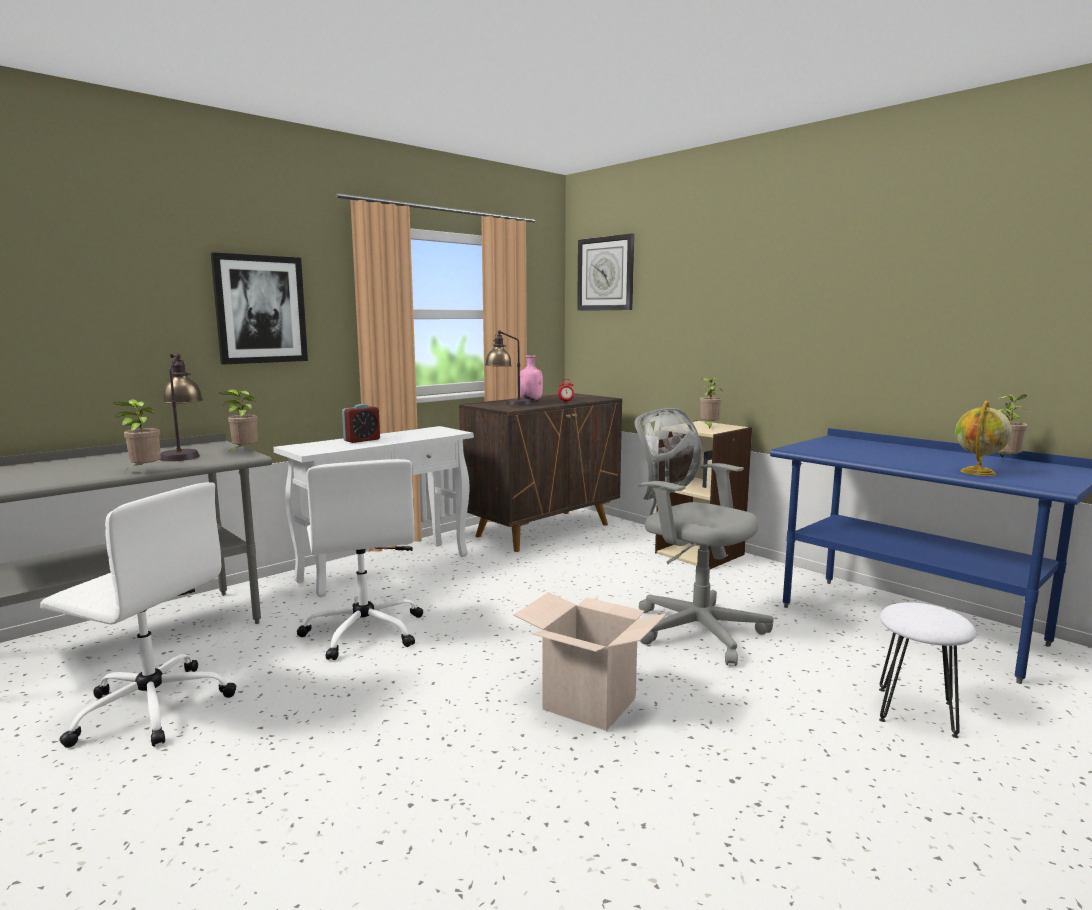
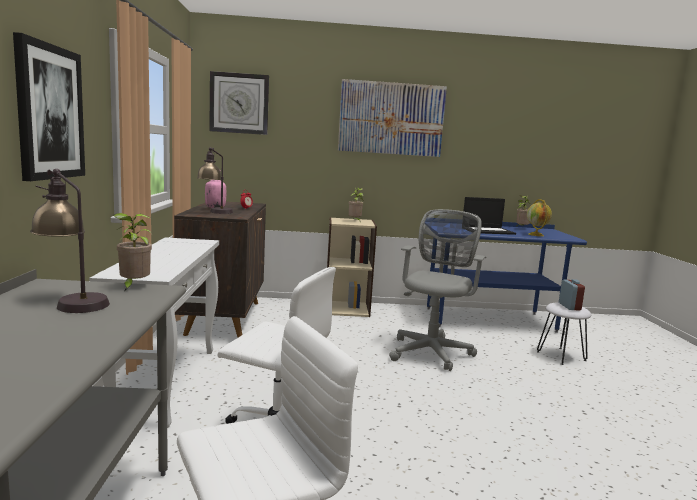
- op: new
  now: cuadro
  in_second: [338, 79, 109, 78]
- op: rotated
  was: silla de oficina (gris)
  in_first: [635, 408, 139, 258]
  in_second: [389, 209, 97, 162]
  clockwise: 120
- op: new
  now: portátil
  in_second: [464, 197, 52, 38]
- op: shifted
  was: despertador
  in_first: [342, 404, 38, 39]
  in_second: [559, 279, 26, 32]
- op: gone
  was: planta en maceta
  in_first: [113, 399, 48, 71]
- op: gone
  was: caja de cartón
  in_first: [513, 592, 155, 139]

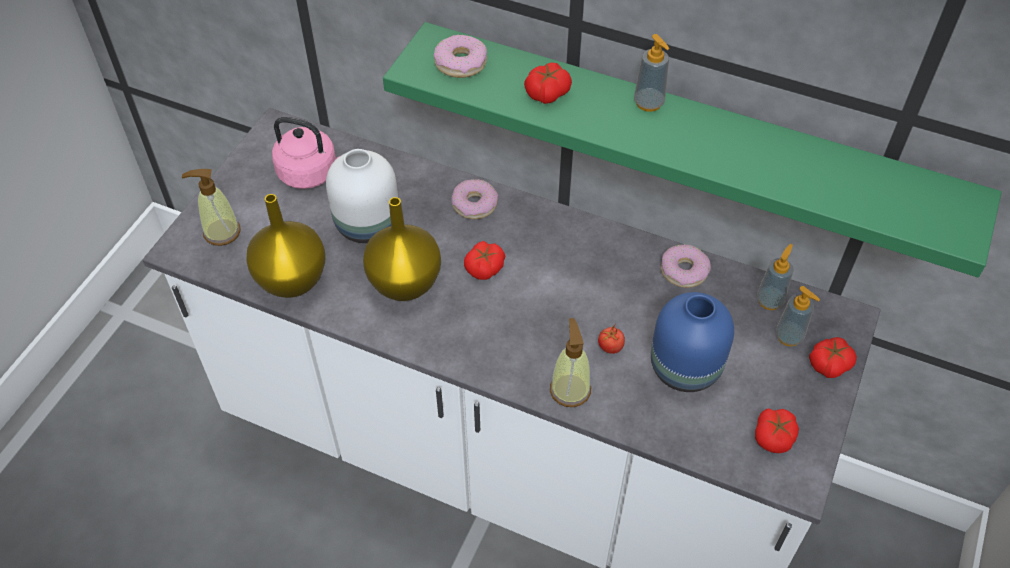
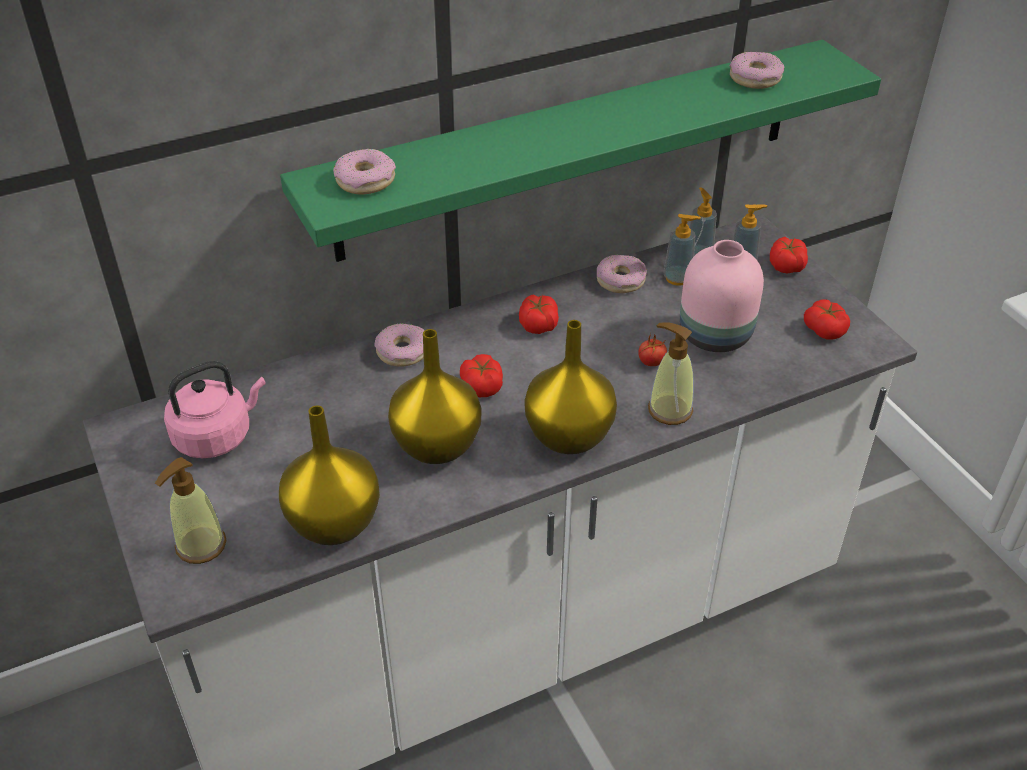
- op: shifted
  was: tomate
  in_first: [524, 63, 48, 41]
  in_second: [519, 295, 40, 39]
- op: new
  now: florero (amarillo)
  in_second: [524, 320, 93, 134]
- op: shifted
  was: dispensador de jabón
  in_first: [634, 34, 35, 78]
  in_second: [663, 214, 38, 72]
- op: repainted
  was: florero (azul)
  now: florero (rosa)
  in_first: [651, 292, 83, 100]
  in_second: [680, 240, 84, 112]
- op: new
  now: rosquilla
  in_second: [730, 52, 54, 37]
- op: gone
  was: florero (blanco)
  in_first: [326, 149, 72, 94]

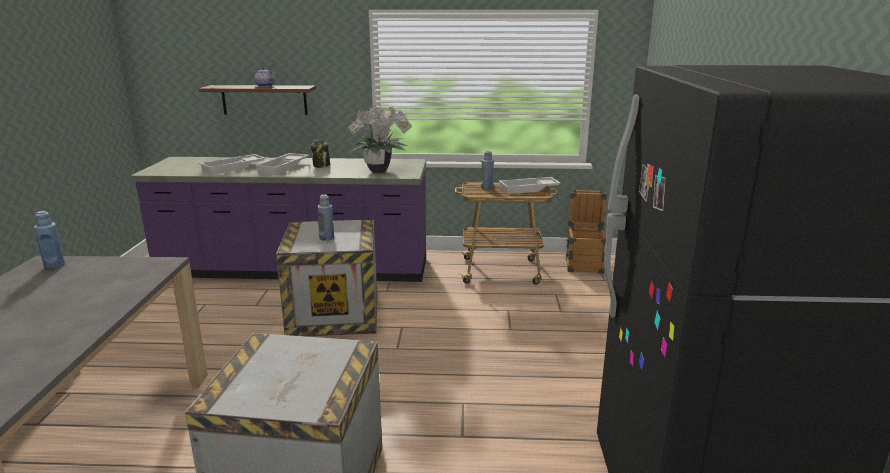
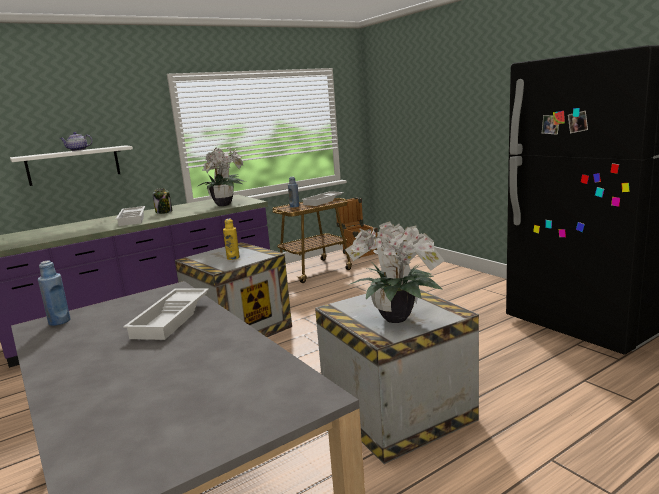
- op: repainted
  was: estante (marrón)
  now: estante (blanco)
  in_first: [198, 85, 118, 30]
  in_second: [10, 145, 123, 41]
- op: shifted
  was: bandeja (blanco)
  in_first: [199, 154, 67, 21]
  in_second: [123, 288, 86, 52]
- op: repainted
  was: botella (azul)
  now: botella (amarillo)
  in_first: [317, 194, 17, 47]
  in_second: [223, 219, 17, 41]
- op: new
  now: planta en maceta
  in_second: [345, 221, 100, 102]

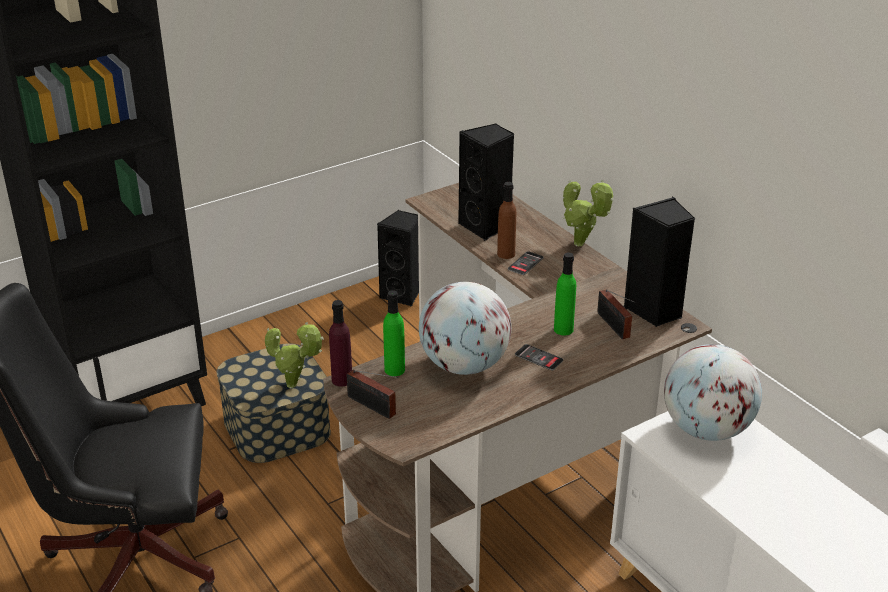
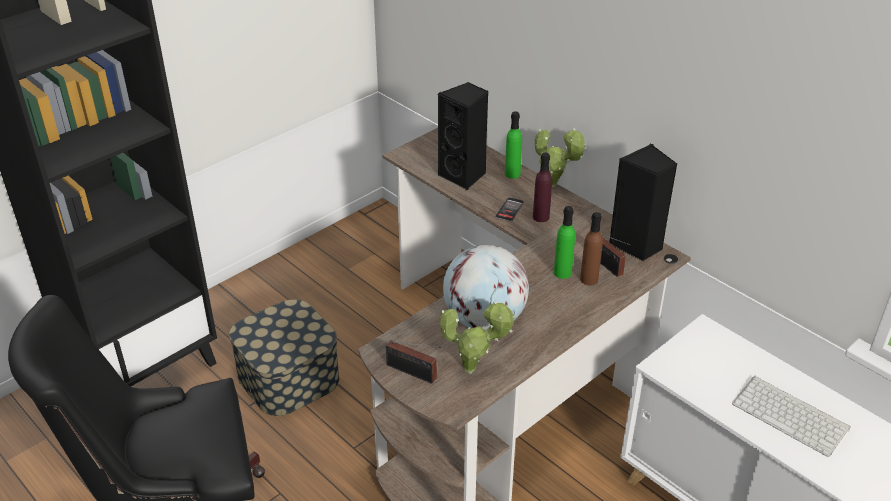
- op: shifted
  was: planta en maceta
  in_first: [265, 322, 58, 67]
  in_second: [440, 301, 76, 73]
- op: shifted
  was: botella (verde)
  in_first: [383, 290, 22, 86]
  in_second: [505, 111, 17, 68]
- op: shifted
  was: botella (morado)
  in_first: [329, 300, 23, 87]
  in_second: [533, 152, 19, 70]
- op: shifted
  was: botella (marrón)
  in_first: [497, 182, 19, 77]
  in_second: [580, 212, 23, 74]
- op: new
  now: teclado
  in_second: [732, 376, 119, 81]
- op: gone
  was: altavoz (negro)
  in_first: [377, 210, 42, 97]
- op: gone
  was: móvil
  in_first: [515, 344, 48, 26]
- op: gone
  was: globo terráqueo
  in_first: [664, 344, 98, 97]

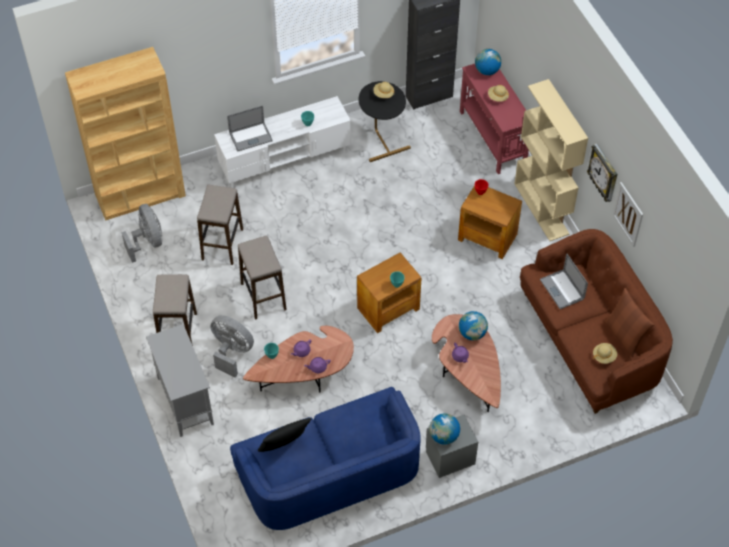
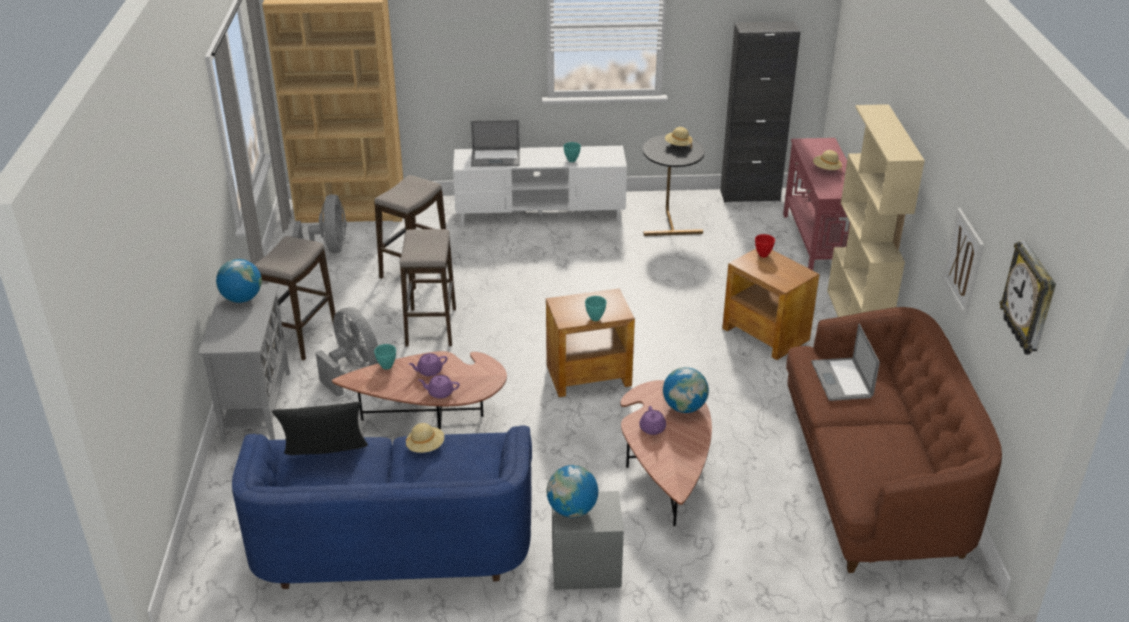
- op: shifted
  was: globo terráqueo
  in_first: [475, 49, 26, 26]
  in_second: [216, 259, 46, 44]
- op: shifted
  was: sombrero (beis)
  in_first: [593, 343, 24, 21]
  in_second: [406, 423, 38, 30]
- op: shifted
  was: reloj de pared
  in_first: [587, 143, 30, 59]
  in_second: [999, 240, 57, 115]
- op: gone
  was: cojín (marrón)
  in_first: [604, 288, 51, 69]

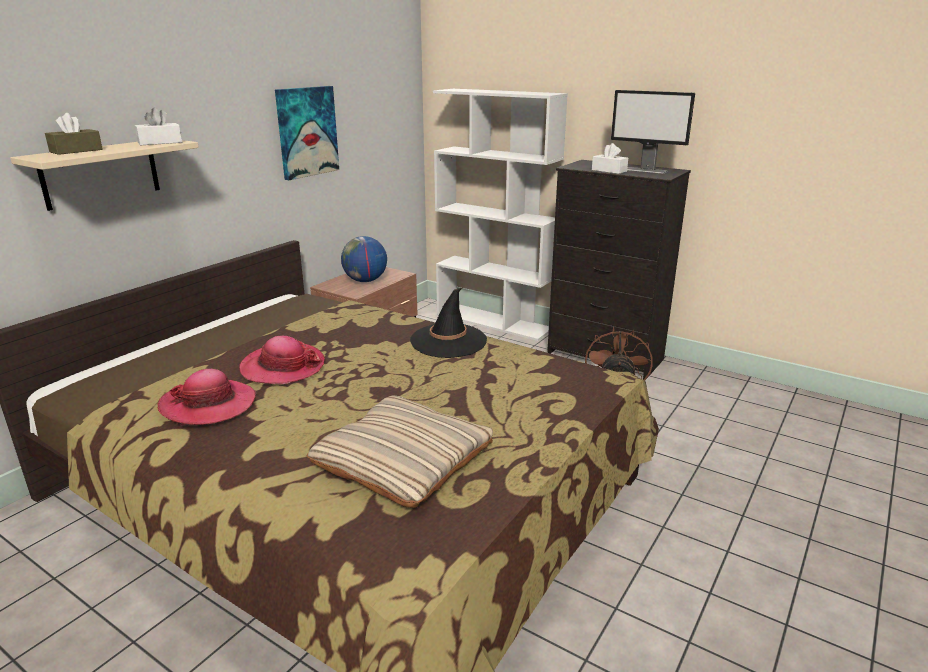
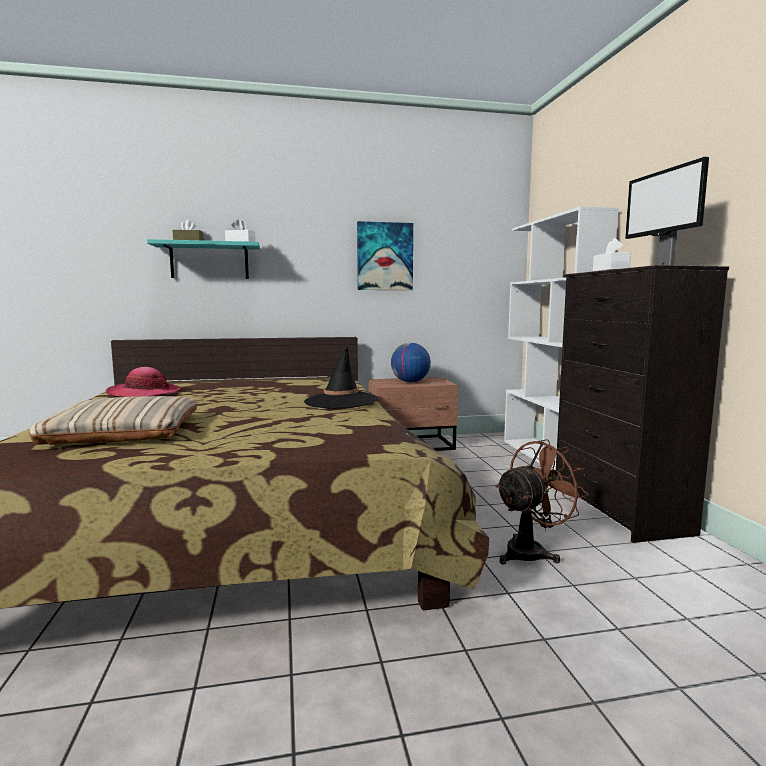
- op: repainted
  was: estante (beis)
  now: estante (turquesa)
  in_first: [10, 140, 189, 71]
  in_second: [147, 239, 113, 40]
- op: gone
  was: sombrero
  in_first: [239, 336, 86, 49]

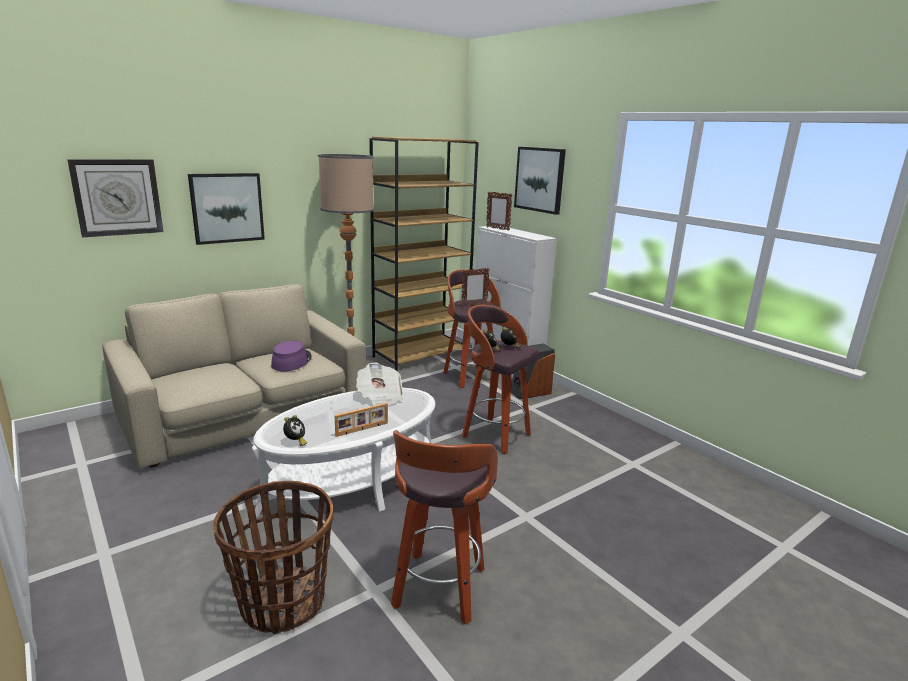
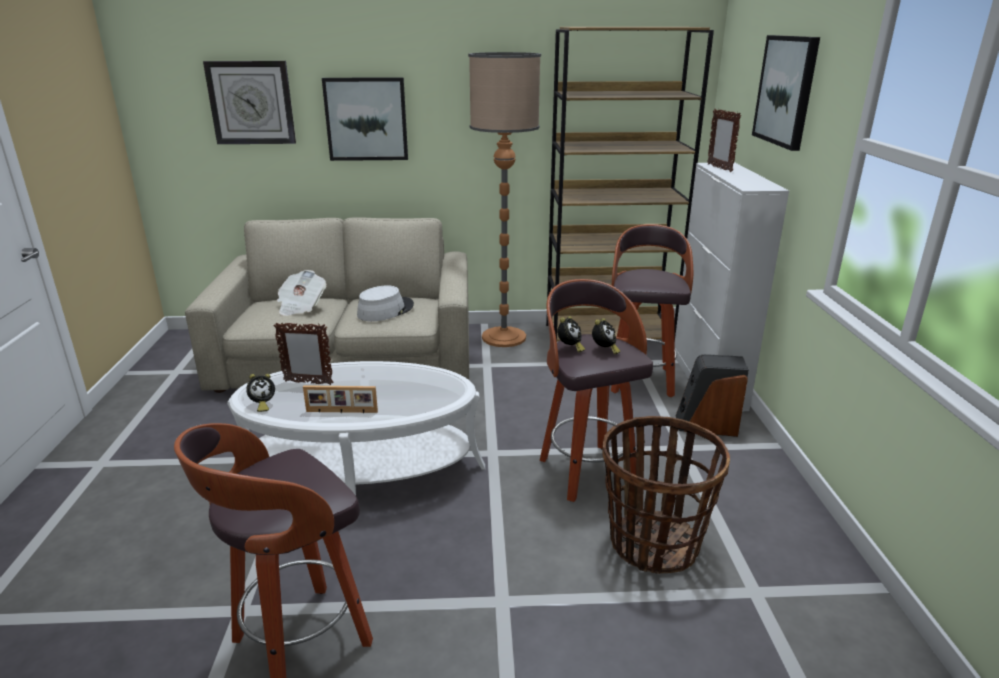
- op: shifted
  was: portarretratos
  in_first: [461, 268, 29, 38]
  in_second: [273, 322, 60, 63]
- op: shifted
  was: periódico
  in_first: [356, 363, 47, 43]
  in_second: [277, 270, 49, 46]
- op: repainted
  was: sombrero (morado)
  now: sombrero (gris)
  in_first: [271, 341, 41, 30]
  in_second: [357, 285, 57, 36]
- op: shifted
  was: cesta
  in_first: [213, 481, 121, 153]
  in_second: [602, 416, 128, 158]

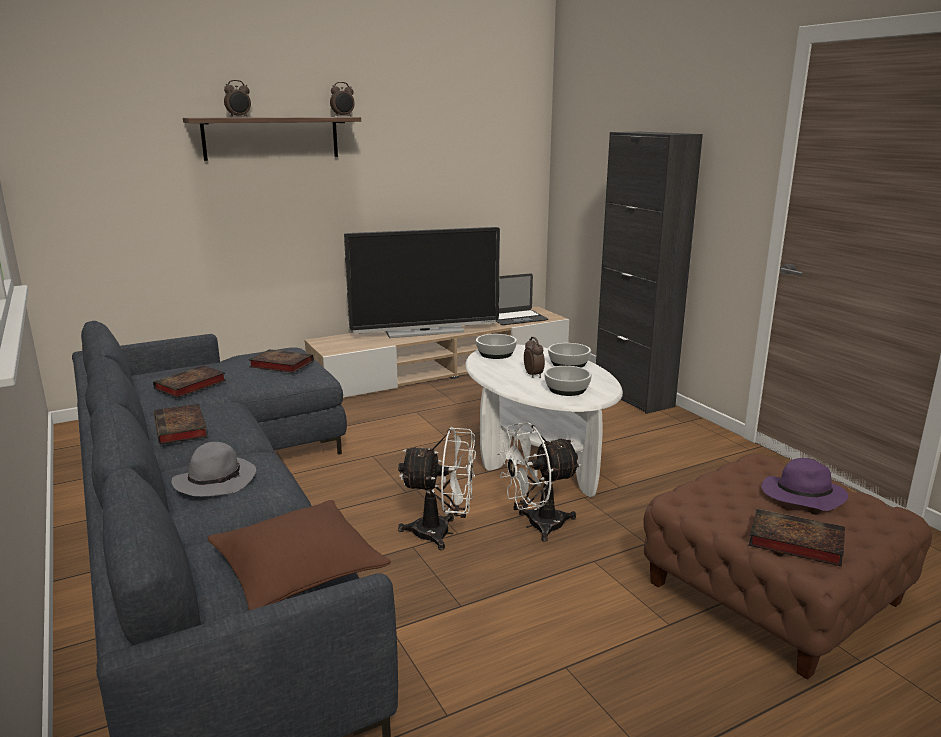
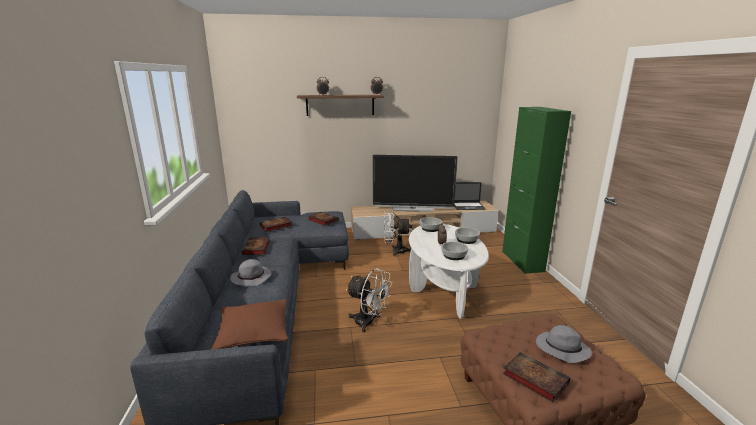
- op: shifted
  was: ventilador (blanco)
  in_first: [496, 422, 85, 120]
  in_second: [384, 210, 28, 46]
- op: repainted
  was: armario (negro)
  now: armario (verde)
  in_first: [596, 132, 107, 282]
  in_second: [502, 107, 69, 167]
- op: repainted
  was: sombrero (morado)
  now: sombrero (gris)
  in_first: [761, 458, 88, 53]
  in_second: [536, 325, 56, 38]

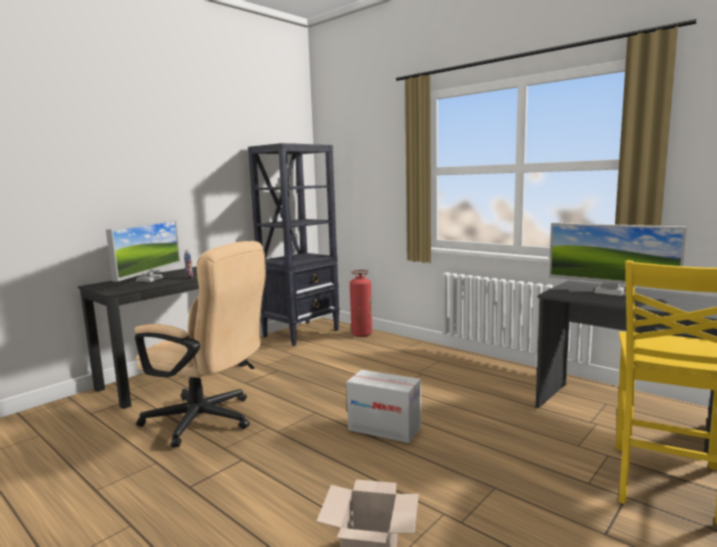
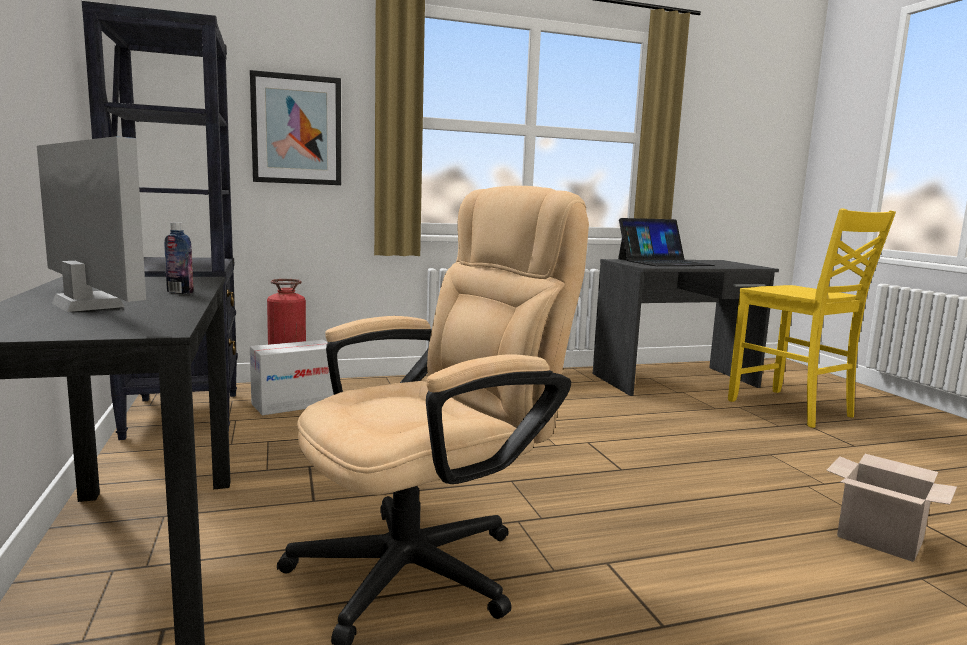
- op: new
  now: cuadro
  in_second: [250, 70, 91, 115]
- op: shifted
  was: caja de cartón
  in_first: [346, 370, 75, 73]
  in_second: [250, 340, 84, 75]
- op: swapped
  was: monitor
  now: portátil
  in_first: [549, 223, 138, 73]
  in_second: [618, 218, 97, 48]

